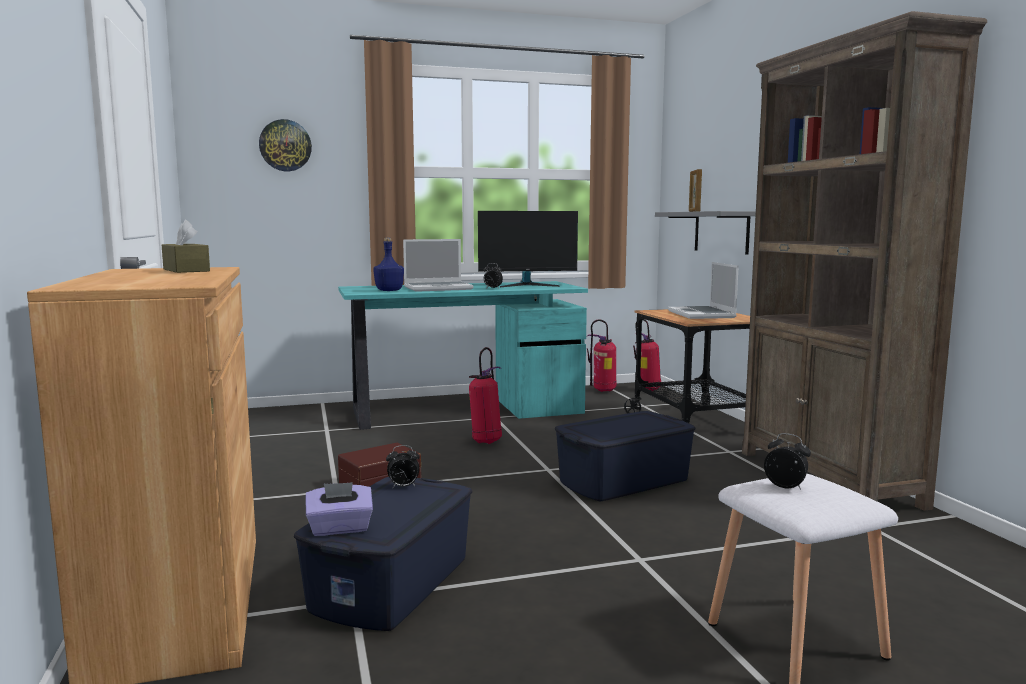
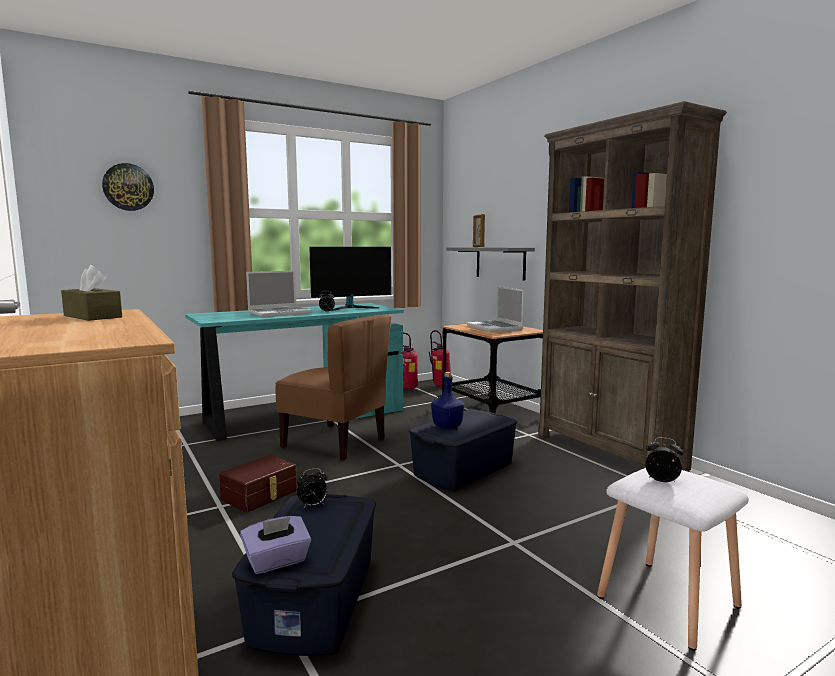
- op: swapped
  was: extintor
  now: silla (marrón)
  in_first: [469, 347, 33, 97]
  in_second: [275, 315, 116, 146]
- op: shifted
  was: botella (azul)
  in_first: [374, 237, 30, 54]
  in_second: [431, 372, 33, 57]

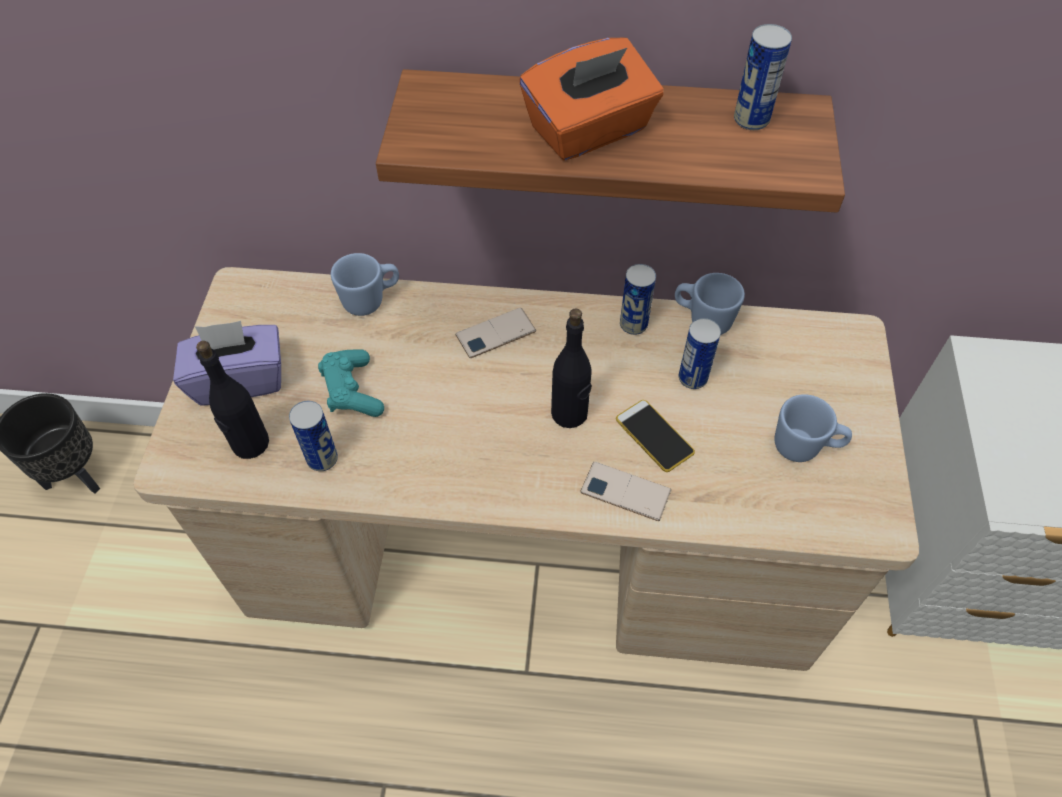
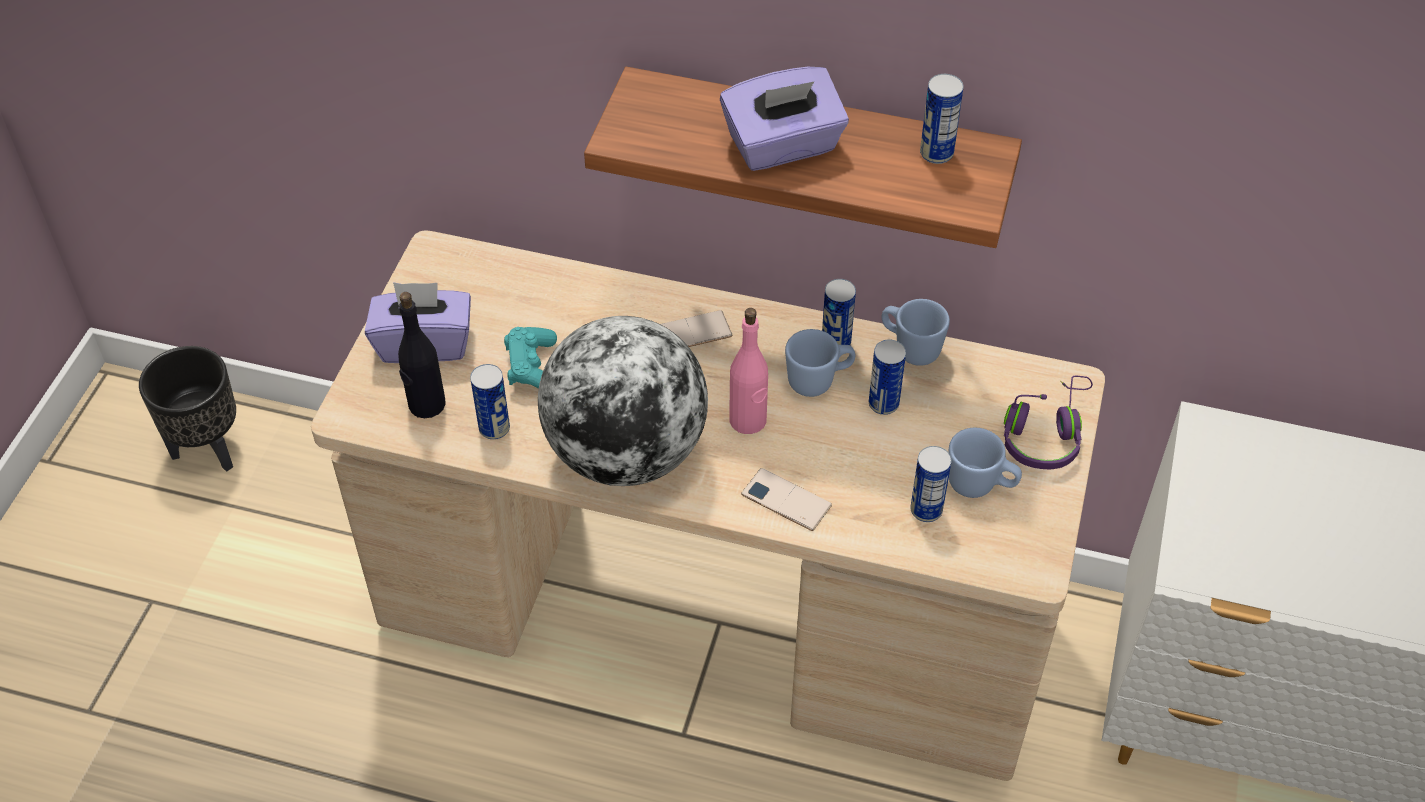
- op: new
  now: globo terráqueo
  in_second: [538, 316, 170, 170]
- op: repainted
  was: caja de pañuelos (naranja)
  now: caja de pañuelos (morado)
  in_first: [519, 38, 145, 122]
  in_second: [720, 67, 129, 104]
- op: repainted
  was: botella (negro)
  now: botella (rosa)
  in_first: [551, 308, 41, 120]
  in_second: [729, 308, 39, 126]
- op: shifted
  was: taza grande (azul)
  in_first: [331, 253, 68, 63]
  in_second: [785, 329, 70, 68]
- op: new
  now: lata
  in_second: [910, 446, 42, 76]
- op: new
  now: auriculares (morado)
  in_second: [1004, 376, 89, 93]
- op: gone
  was: móvil
  in_first: [616, 400, 79, 72]

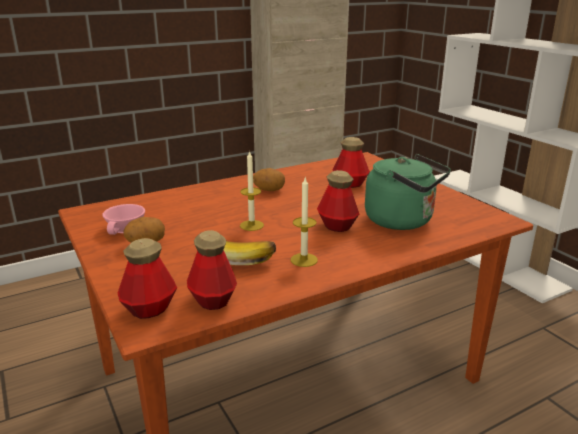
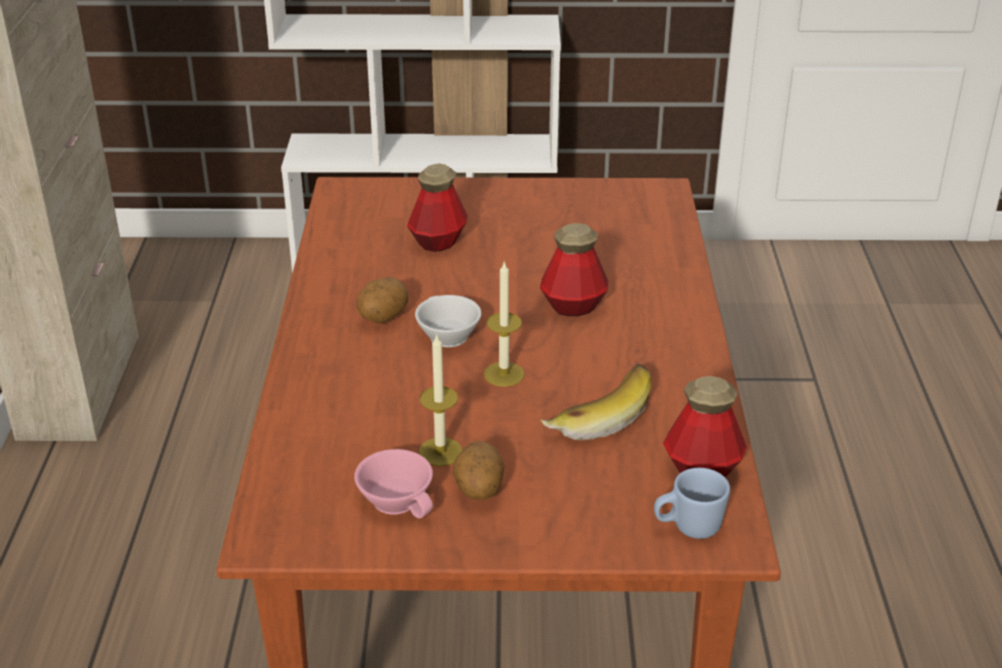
- op: new
  now: taza (blanco)
  in_second: [415, 295, 66, 52]
- op: shifted
  was: vela
  in_first: [290, 178, 28, 89]
  in_second: [419, 334, 43, 132]
- op: swapped
  was: botella
  now: taza grande (azul)
  in_first: [118, 238, 59, 81]
  in_second: [654, 468, 76, 71]
- op: gone
  was: hervidor (verde)
  in_first: [365, 154, 86, 76]

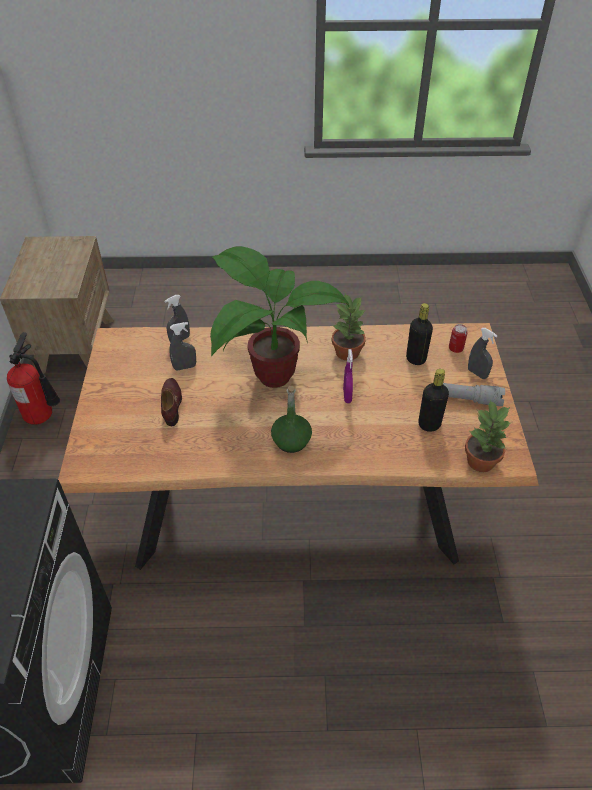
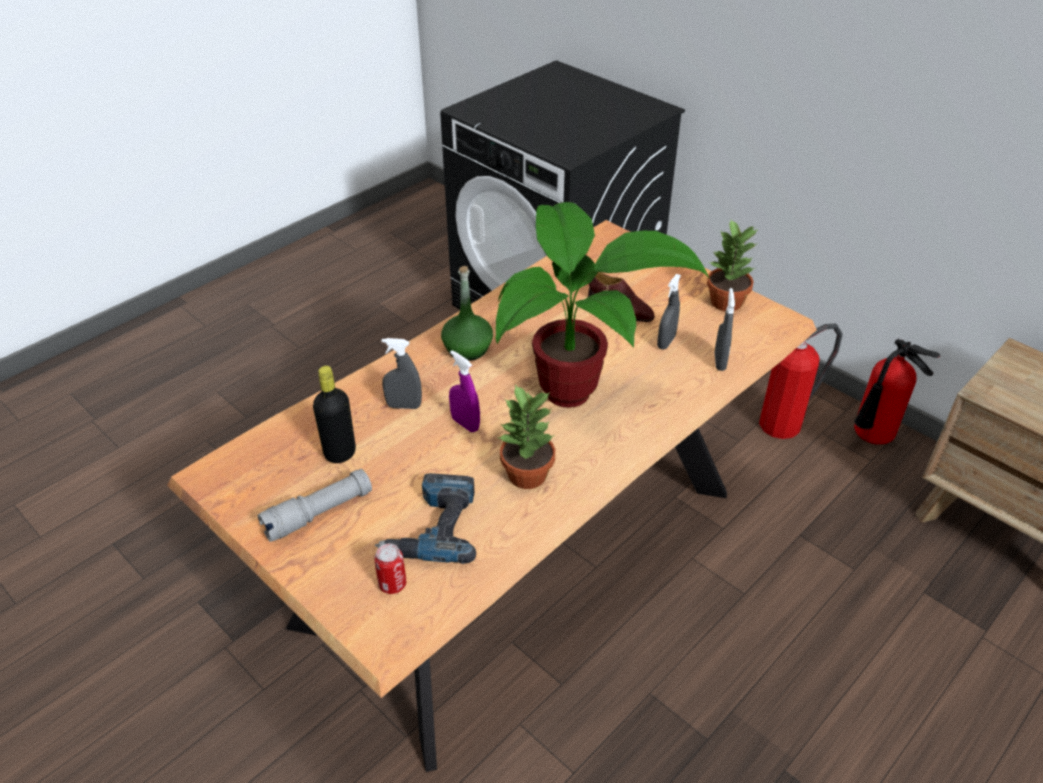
- op: swapped
  was: botella (negro)
  now: taladro
  in_first: [406, 303, 27, 62]
  in_second: [375, 473, 101, 91]
- op: shifted
  was: pulverizador (gris)
  in_first: [468, 328, 30, 51]
  in_second: [382, 338, 40, 71]
- op: shifted
  was: planta en maceta
  in_first: [465, 400, 46, 72]
  in_second: [707, 220, 51, 91]
- op: new
  now: extintor
  in_second: [759, 323, 84, 116]

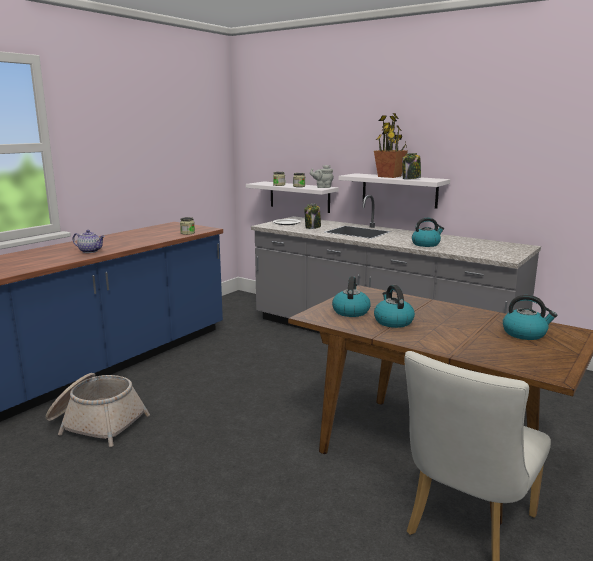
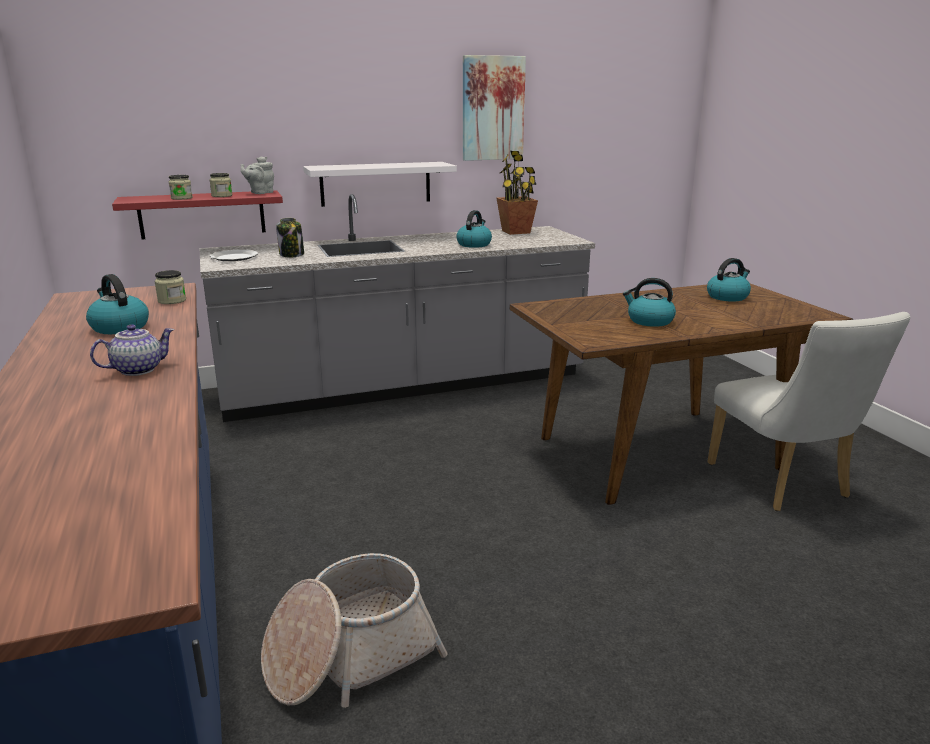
- op: shifted
  was: hervidor
  in_first: [332, 276, 39, 41]
  in_second: [86, 274, 63, 60]
- op: repainted
  was: estante (blanco)
  now: estante (rojo)
  in_first: [246, 181, 93, 32]
  in_second: [112, 190, 171, 49]
- op: new
  now: cuadro
  in_second: [463, 55, 63, 106]
- op: shifted
  was: planta en maceta
  in_first: [374, 113, 34, 65]
  in_second: [497, 151, 41, 84]
- op: gone
  was: tarro
  in_first: [402, 153, 19, 26]

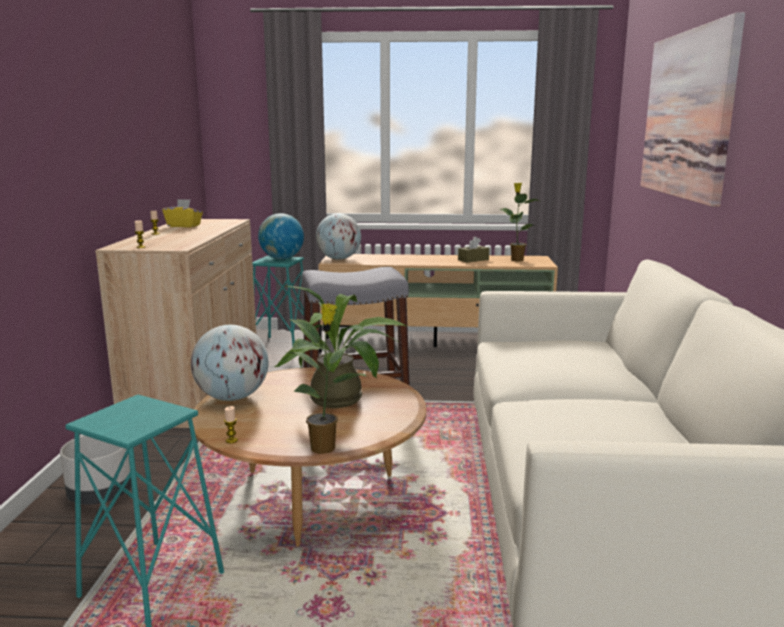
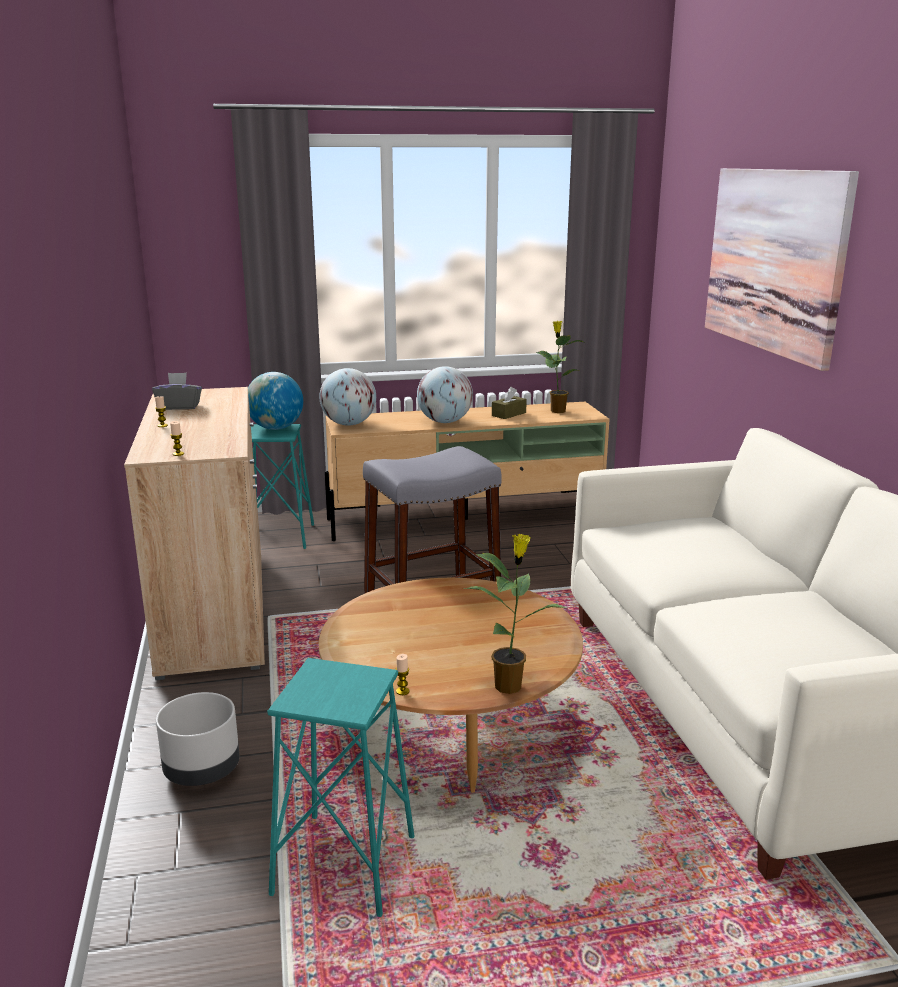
- op: repainted
  was: caja de pañuelos (amarillo)
  now: caja de pañuelos (gris)
  in_first: [162, 199, 41, 28]
  in_second: [152, 372, 50, 38]
- op: shifted
  was: globo terráqueo
  in_first: [191, 325, 78, 76]
  in_second: [417, 366, 56, 57]
- op: gone
  was: planta en maceta
  in_first: [274, 286, 132, 122]

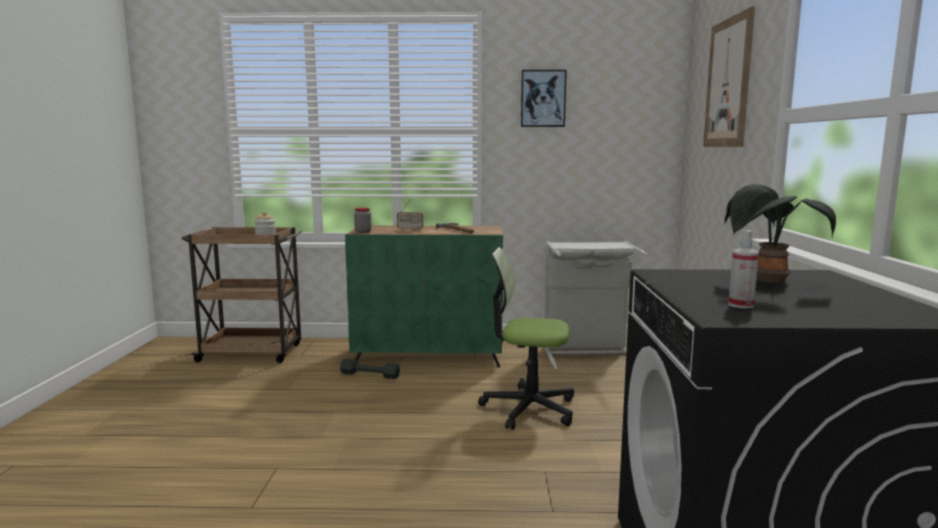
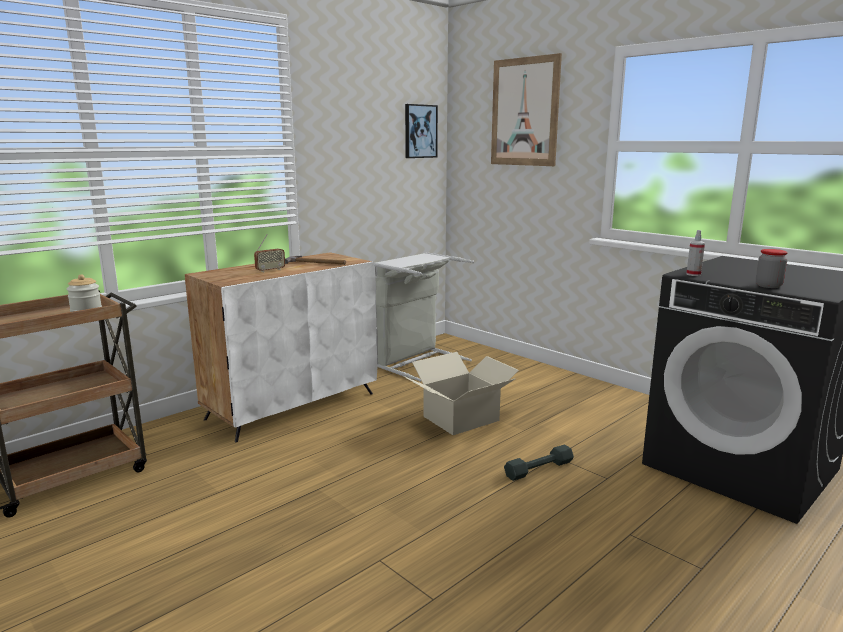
- op: repainted
  was: armario (verde)
  now: armario (blanco)
  in_first: [345, 226, 158, 141]
  in_second: [185, 252, 192, 190]
- op: swapped
  was: silla de oficina
  now: caja de cartón
  in_first: [478, 247, 96, 183]
  in_second: [403, 352, 116, 83]
- op: shifted
  was: cuadro
  in_first: [521, 70, 46, 57]
  in_second: [405, 104, 33, 54]
- op: shifted
  was: mancuerna (gris)
  in_first: [340, 359, 60, 20]
  in_second: [504, 445, 70, 36]
- op: shifted
  was: pulverizador
  in_first: [728, 230, 31, 79]
  in_second: [686, 230, 19, 46]
- op: shifted
  was: tarro
  in_first: [354, 208, 17, 25]
  in_second: [756, 249, 32, 39]
- op: gone
  was: planta en maceta
  in_first: [724, 184, 112, 99]

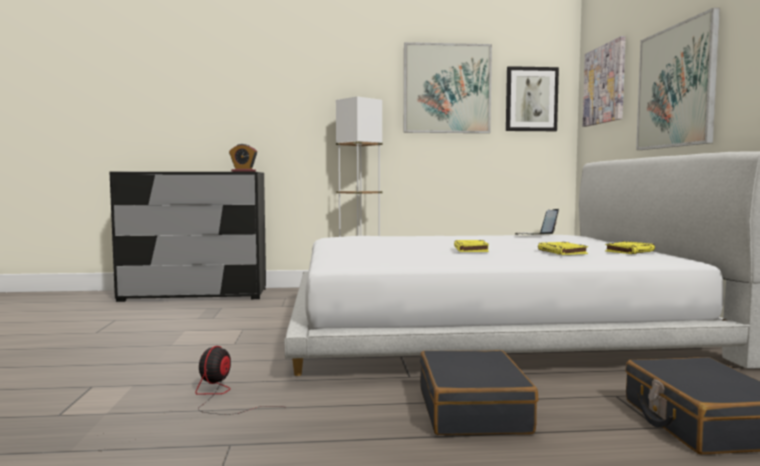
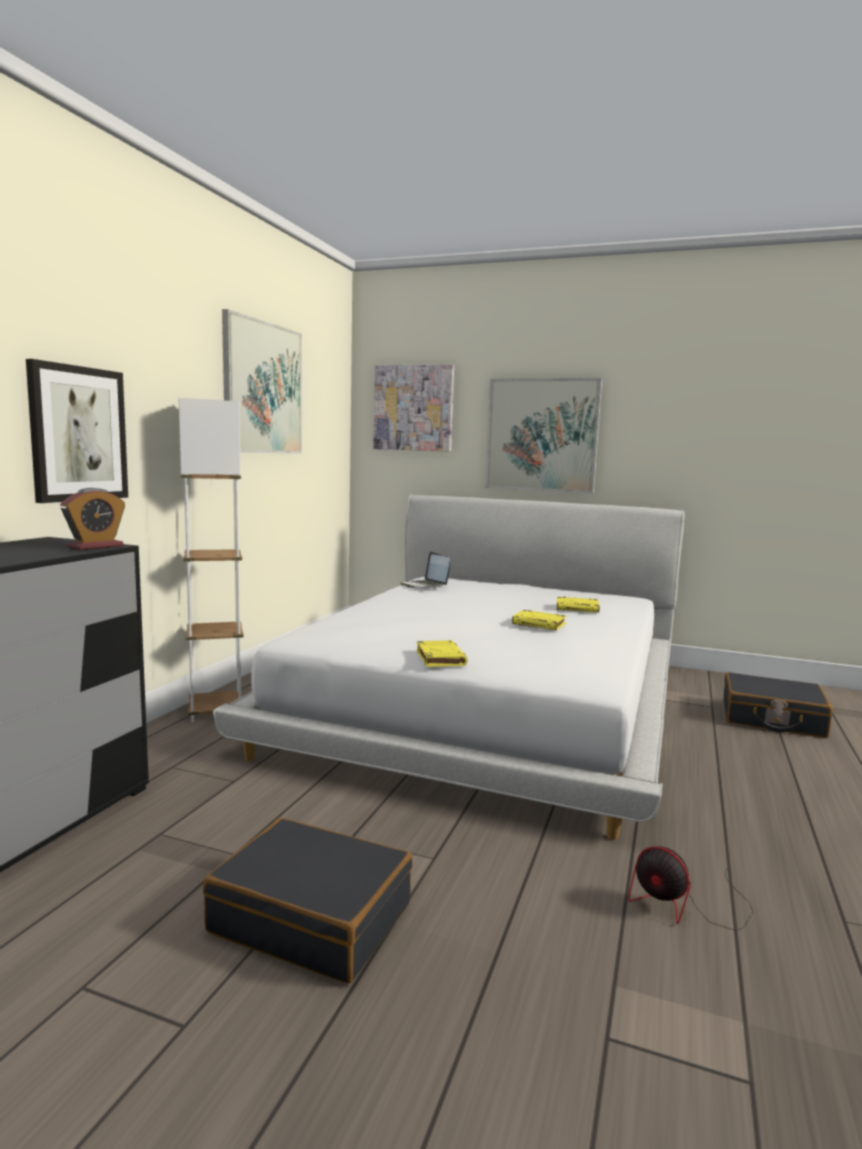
- op: shifted
  was: cuadro
  in_first: [506, 66, 53, 65]
  in_second: [26, 359, 102, 144]
- op: shifted
  was: maleta (negro)
  in_first: [420, 350, 118, 85]
  in_second: [203, 818, 210, 166]
- op: shifted
  was: libro (amarillo)
  in_first: [605, 241, 50, 13]
  in_second: [417, 640, 51, 27]

